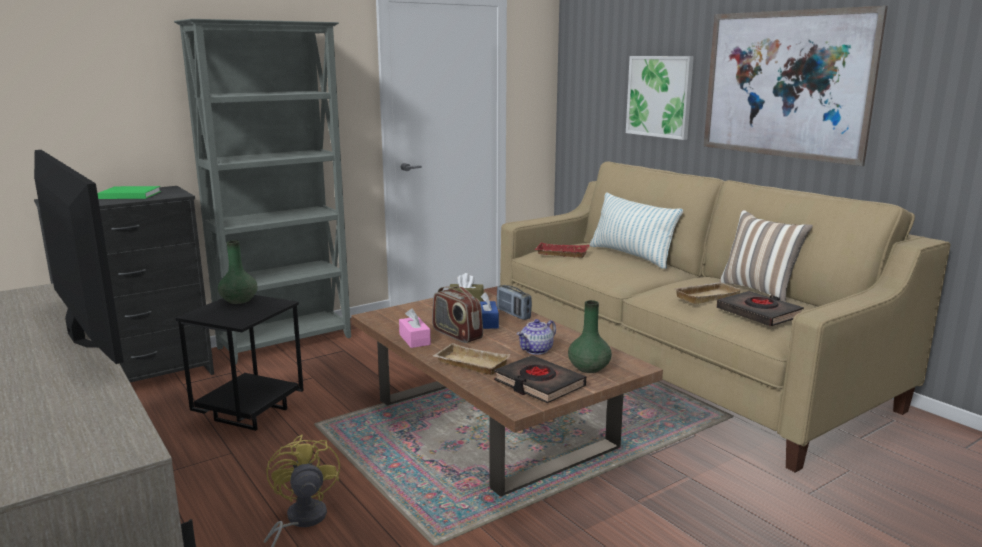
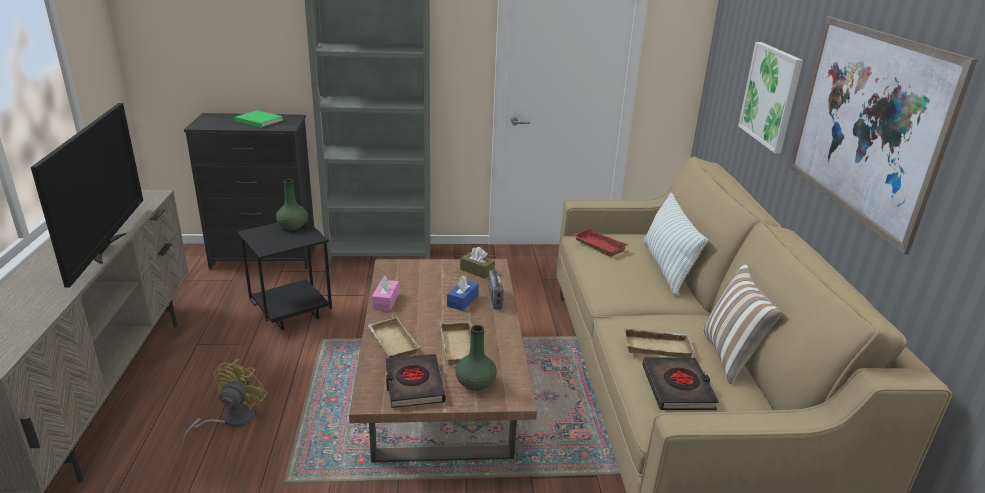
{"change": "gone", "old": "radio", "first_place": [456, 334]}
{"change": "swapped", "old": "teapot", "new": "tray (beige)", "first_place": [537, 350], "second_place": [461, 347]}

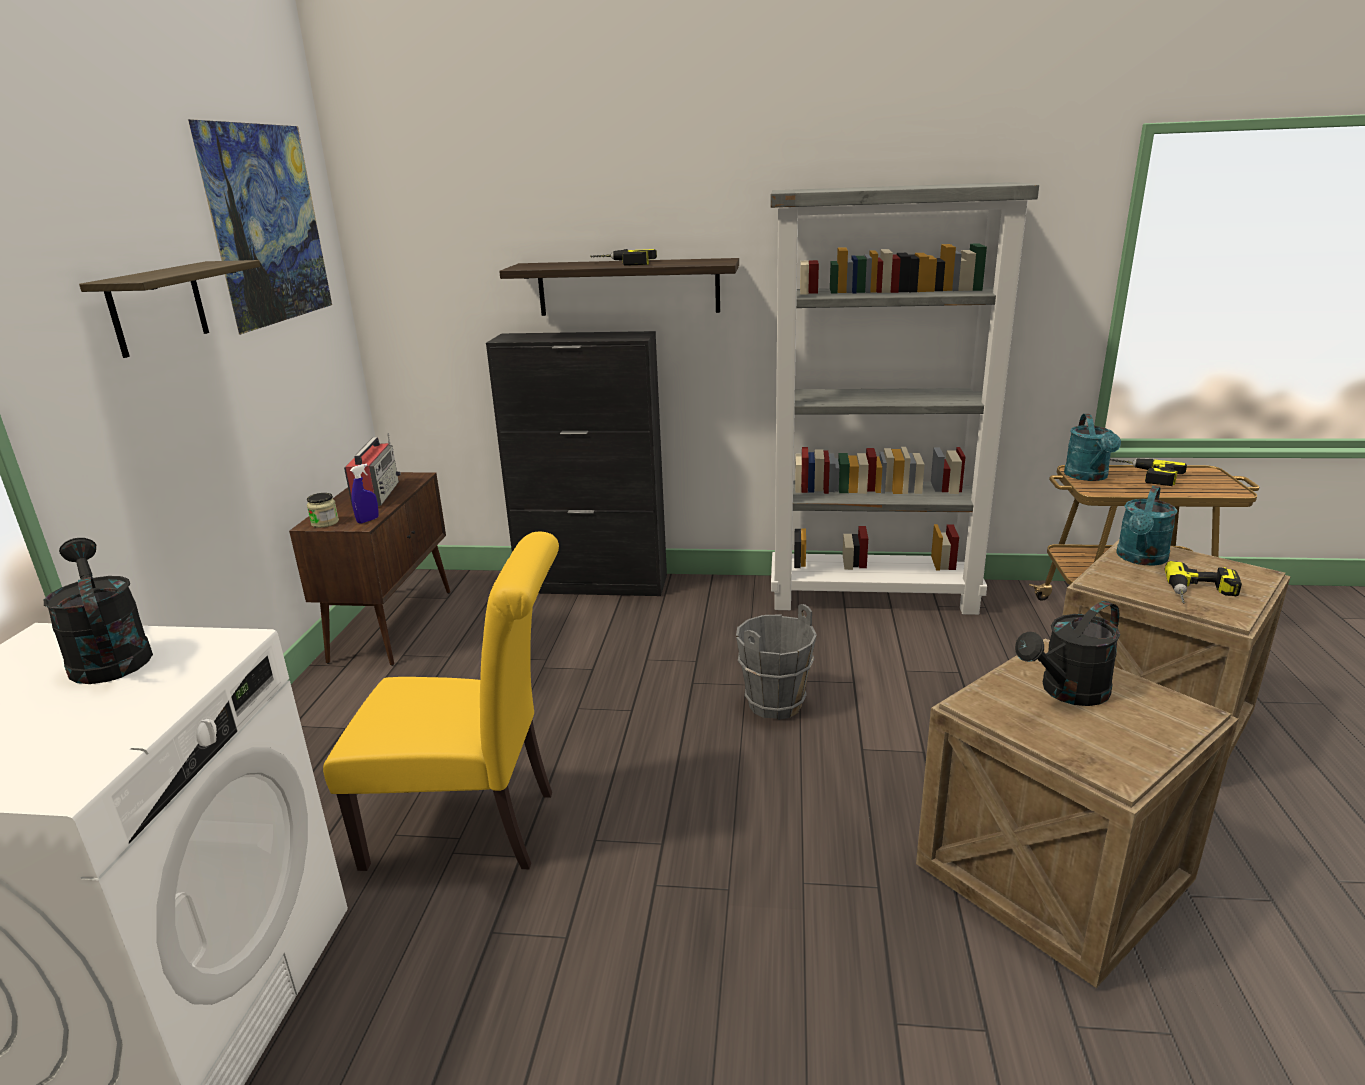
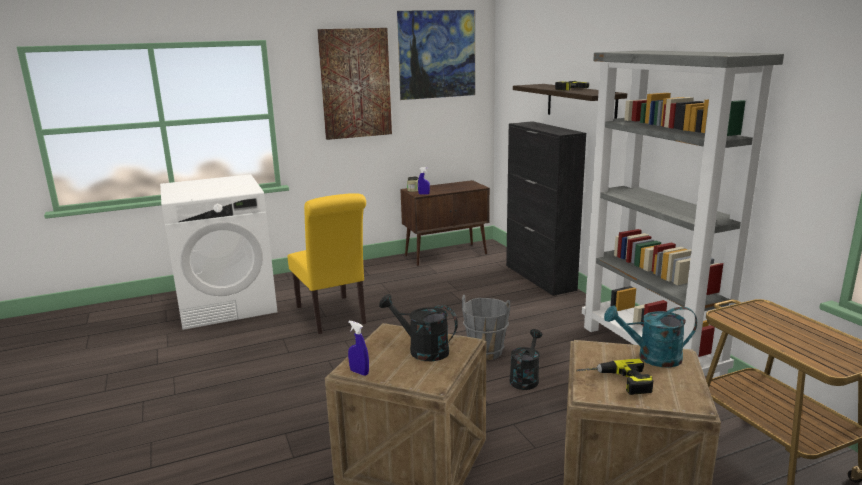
{"change": "gone", "old": "radio", "first_place": [376, 495]}
{"change": "gone", "old": "watering can (turquoise)", "first_place": [1088, 477]}
{"change": "gone", "old": "power drill", "first_place": [1144, 475]}
{"change": "new", "new": "spray bottle (blue)", "second_place": [359, 372]}
{"change": "shifted", "old": "watering can (black)", "first_place": [108, 656], "second_place": [525, 378]}
{"change": "swapped", "old": "shelf", "new": "picture", "first_place": [158, 308], "second_place": [355, 83]}

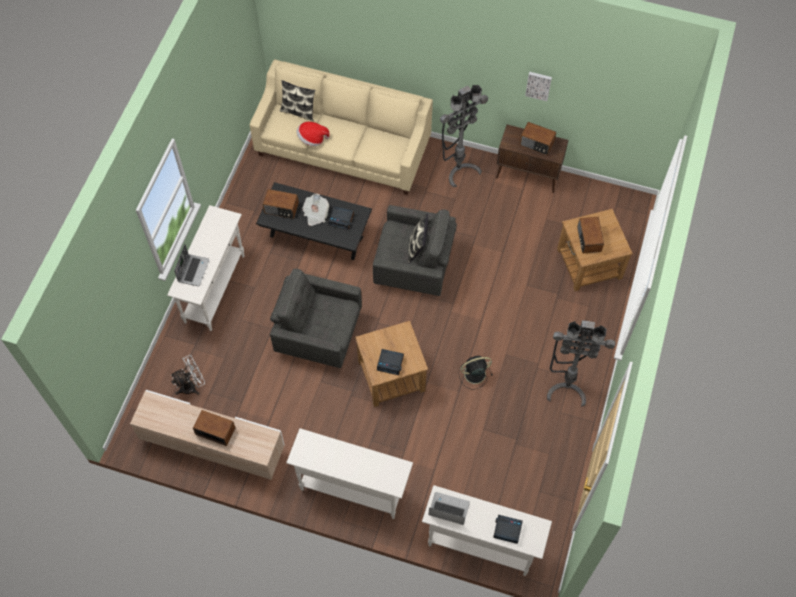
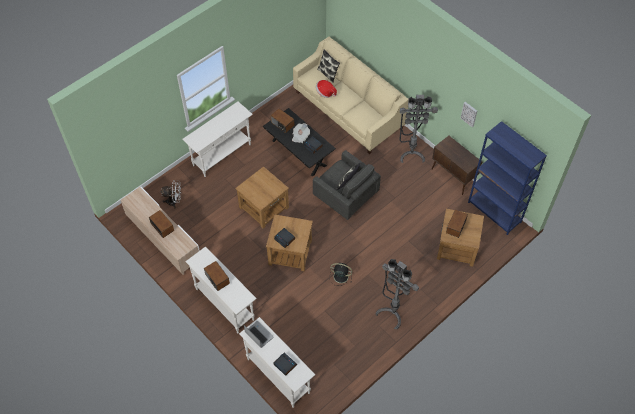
{"change": "gone", "old": "laptop", "first_place": [193, 270]}
{"change": "new", "new": "bookcase (blue)", "second_place": [494, 212]}
{"change": "shifted", "old": "radio", "first_place": [536, 144], "second_place": [217, 279]}
{"change": "swapped", "old": "armchair (grey)", "new": "side table (brown)", "first_place": [318, 333], "second_place": [264, 207]}

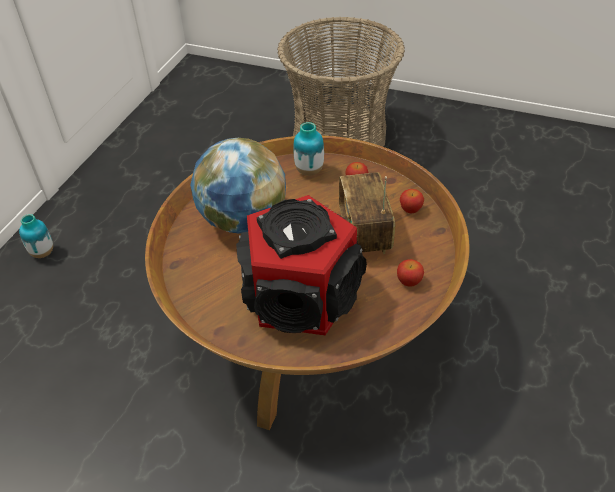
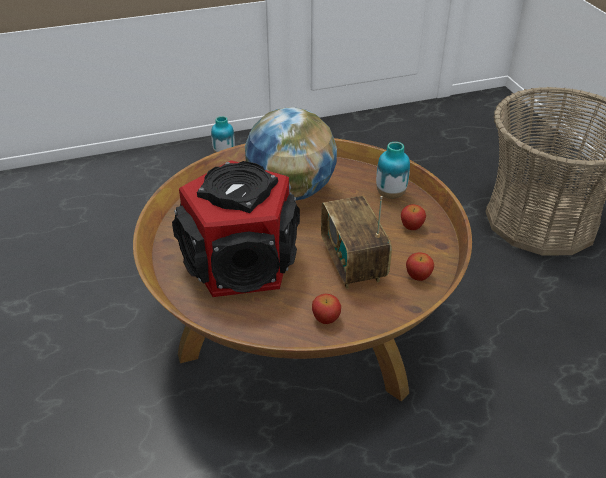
{"change": "rotated", "old": "radio", "first_place": [364, 234], "second_place": [353, 263], "degrees": -60}

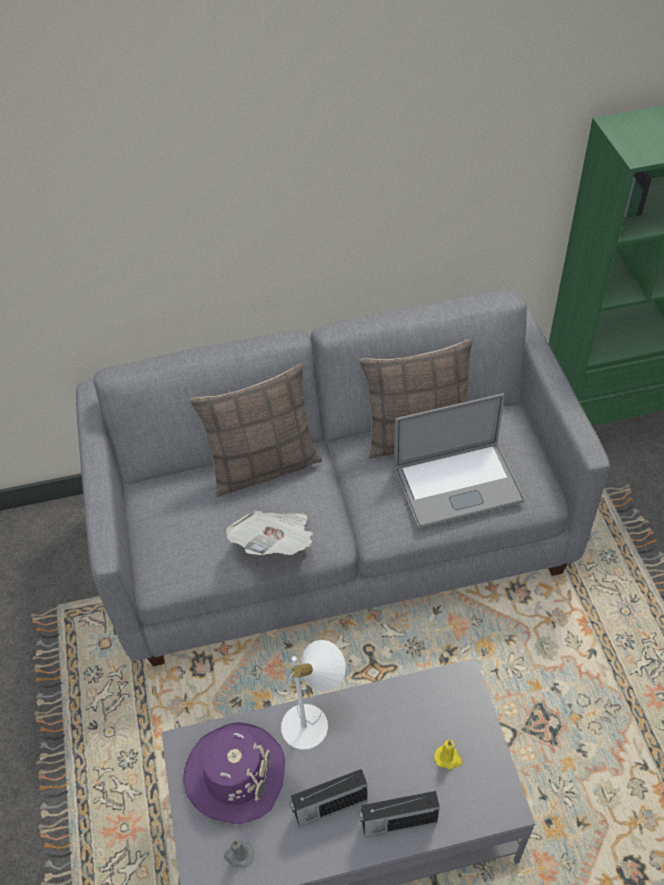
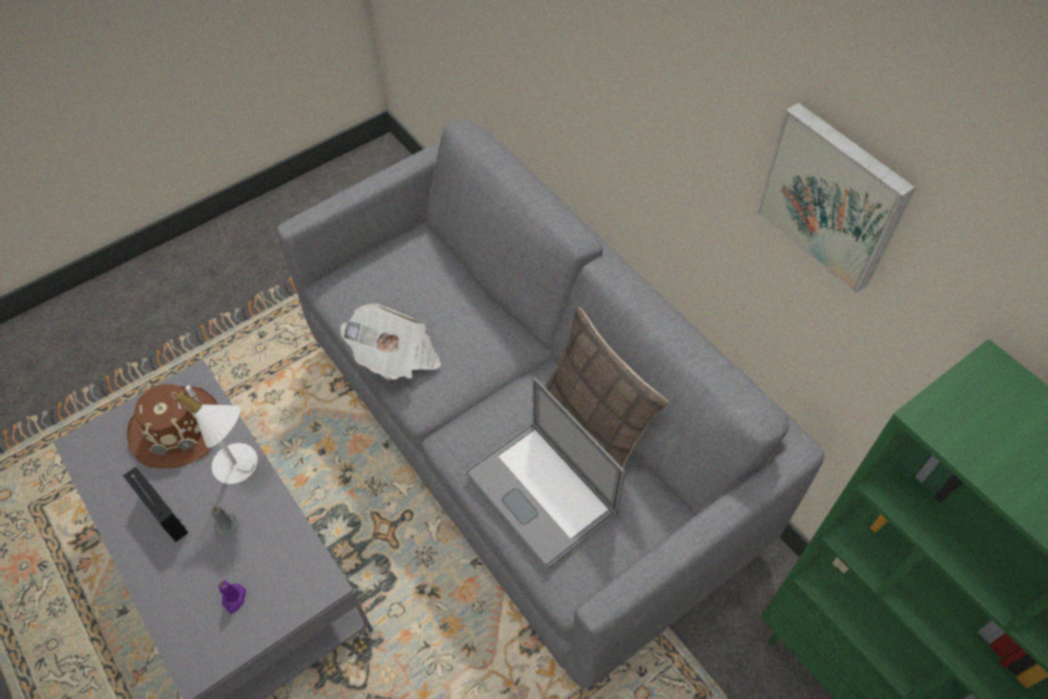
{"change": "gone", "old": "pillow", "first_place": [264, 466]}
{"change": "gone", "old": "radio", "first_place": [397, 822]}
{"change": "new", "new": "picture", "second_place": [834, 196]}
{"change": "shifted", "old": "candle (grey)", "first_place": [238, 855], "second_place": [226, 524]}
{"change": "repainted", "old": "hat (purple)", "new": "hat (brown)", "first_place": [235, 774], "second_place": [177, 428]}
{"change": "repainted", "old": "candle (yellow)", "new": "candle (purple)", "first_place": [448, 758], "second_place": [234, 599]}

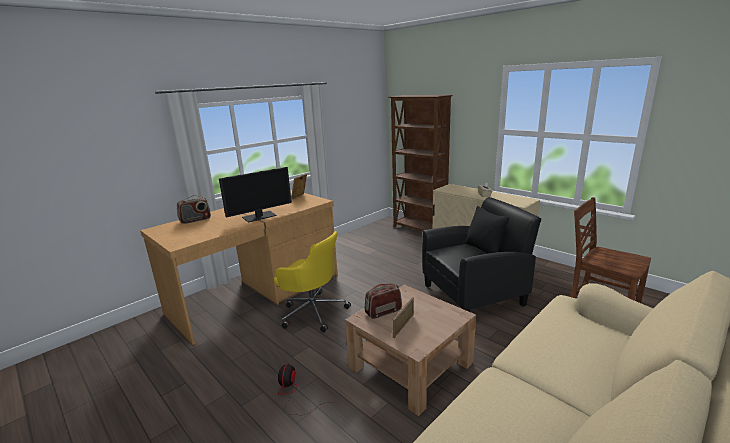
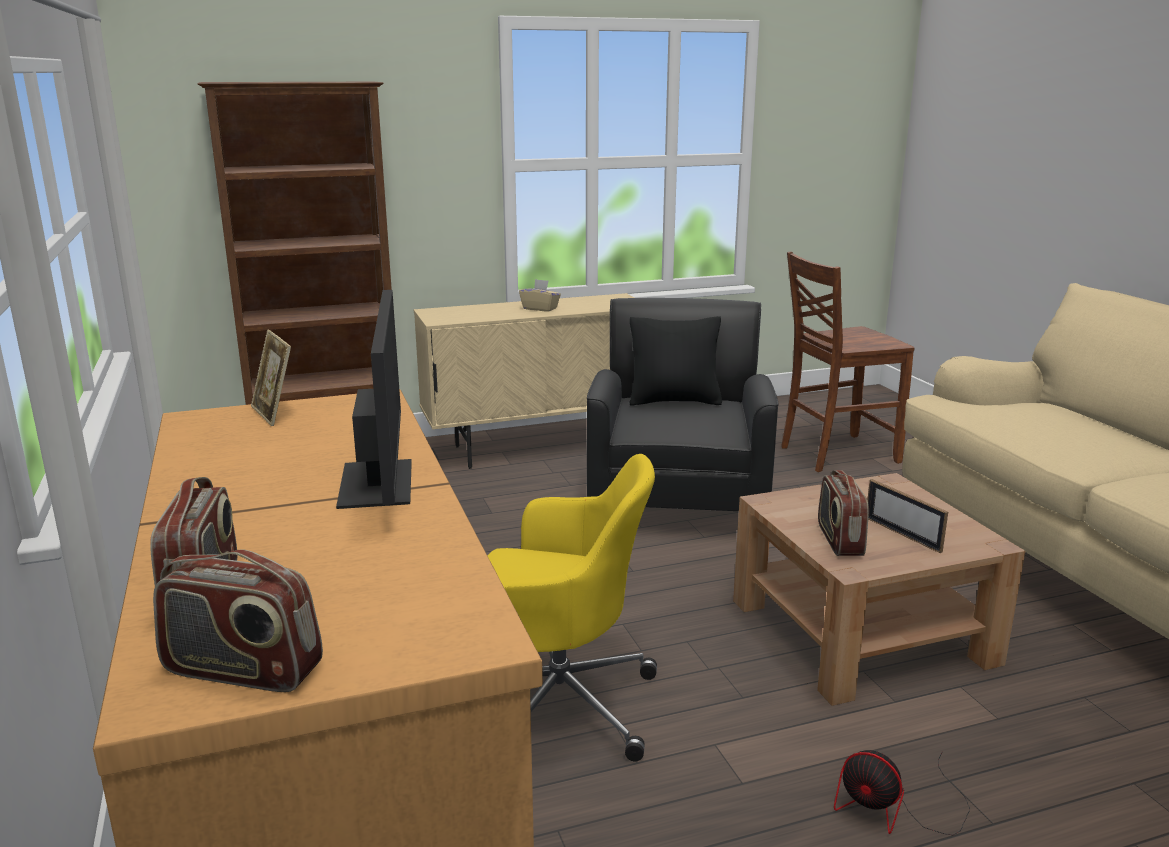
{"change": "new", "new": "radio", "second_place": [242, 671]}
{"change": "rotated", "old": "office chair (yellow)", "first_place": [313, 311], "second_place": [557, 704], "degrees": 45}

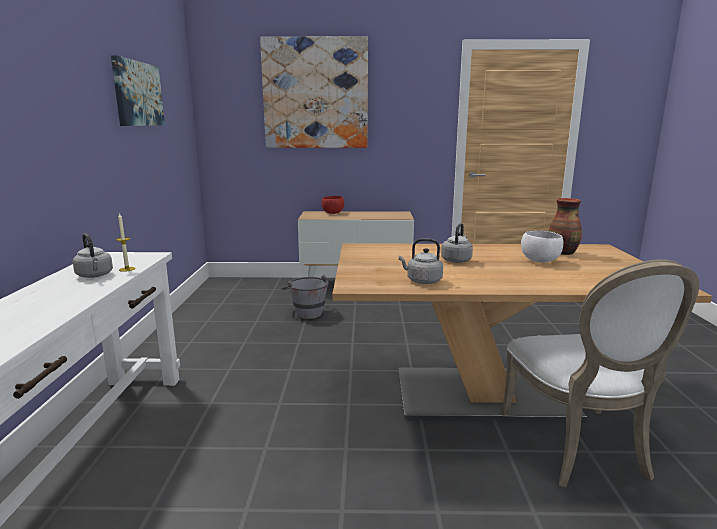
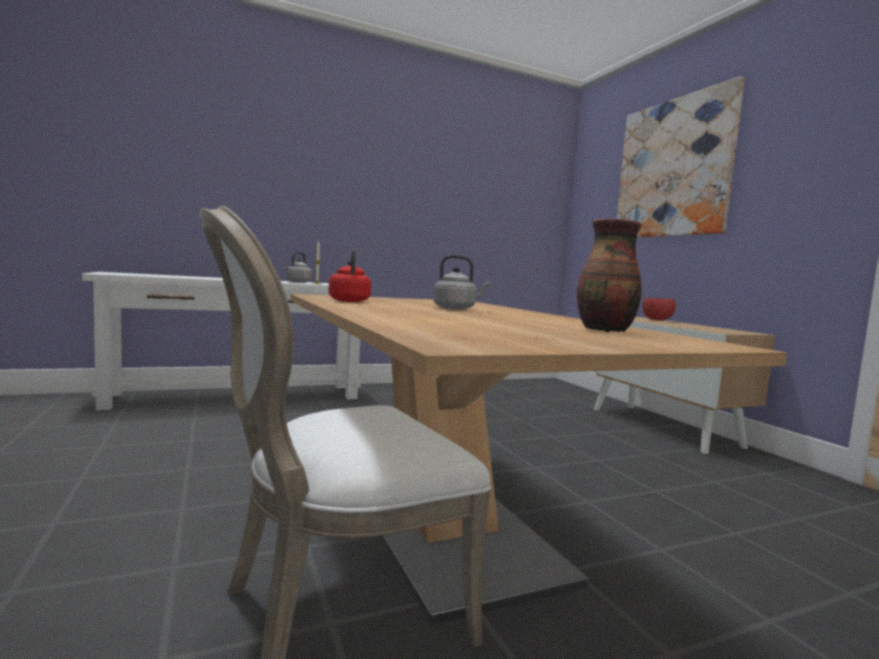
{"change": "gone", "old": "picture", "first_place": [138, 94]}
{"change": "gone", "old": "bucket (grey)", "first_place": [306, 312]}
{"change": "gone", "old": "bowl (white)", "first_place": [539, 261]}
{"change": "repainted", "old": "kettle (grey)", "new": "kettle (red)", "first_place": [422, 281], "second_place": [349, 301]}

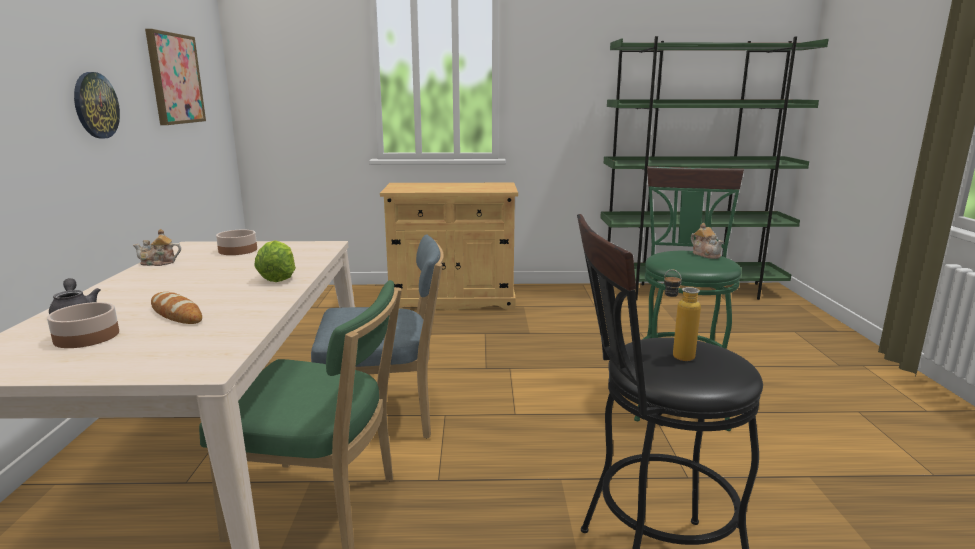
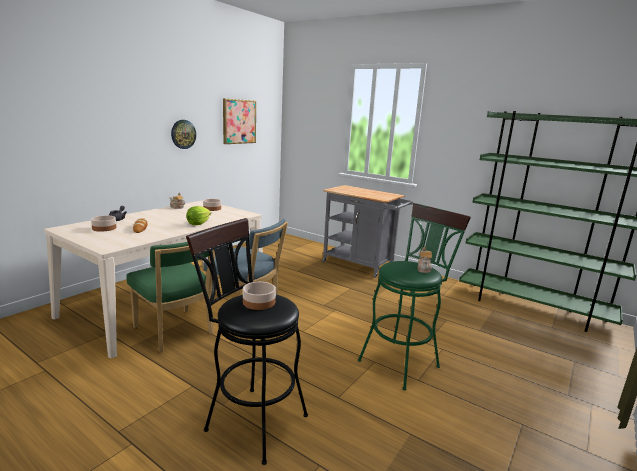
{"change": "swapped", "old": "cabinet (beige)", "new": "cart (grey)", "first_place": [452, 300], "second_place": [361, 266]}
{"change": "swapped", "old": "bottle", "new": "bowl", "first_place": [675, 354], "second_place": [258, 302]}

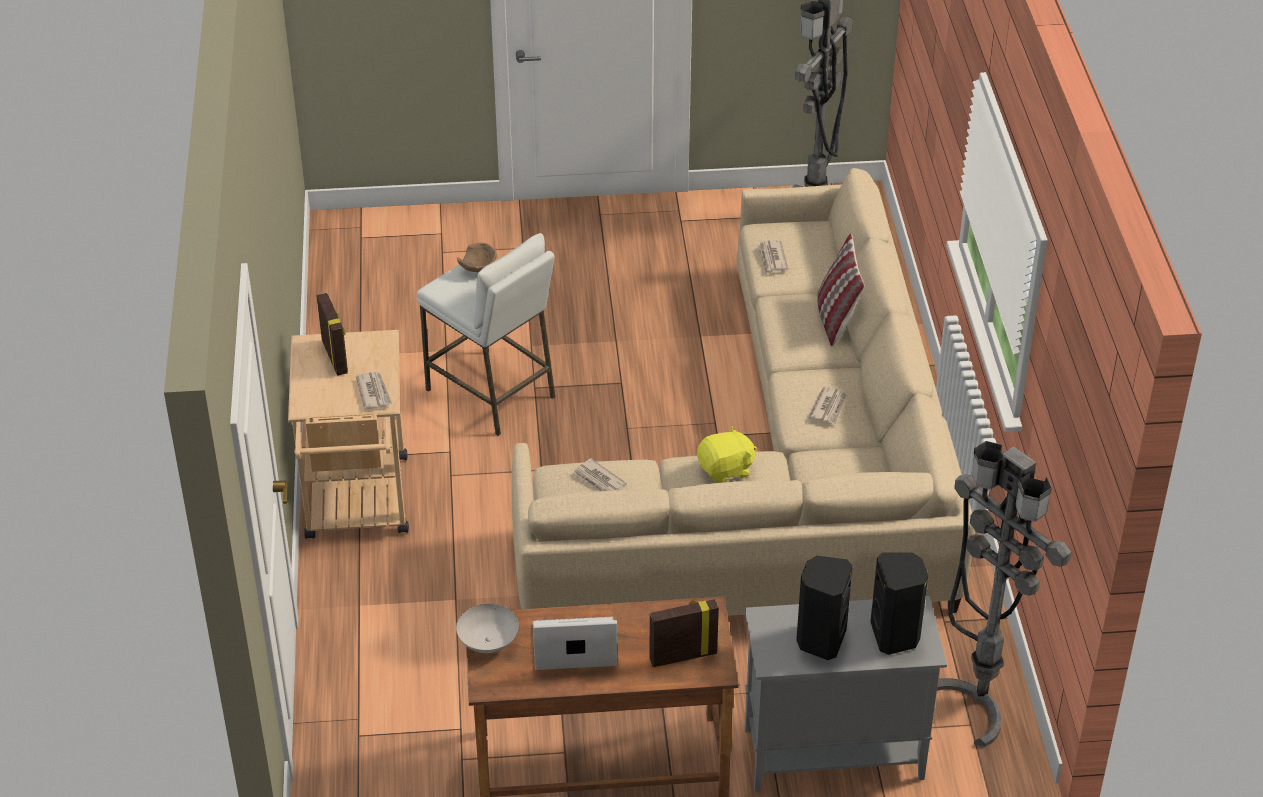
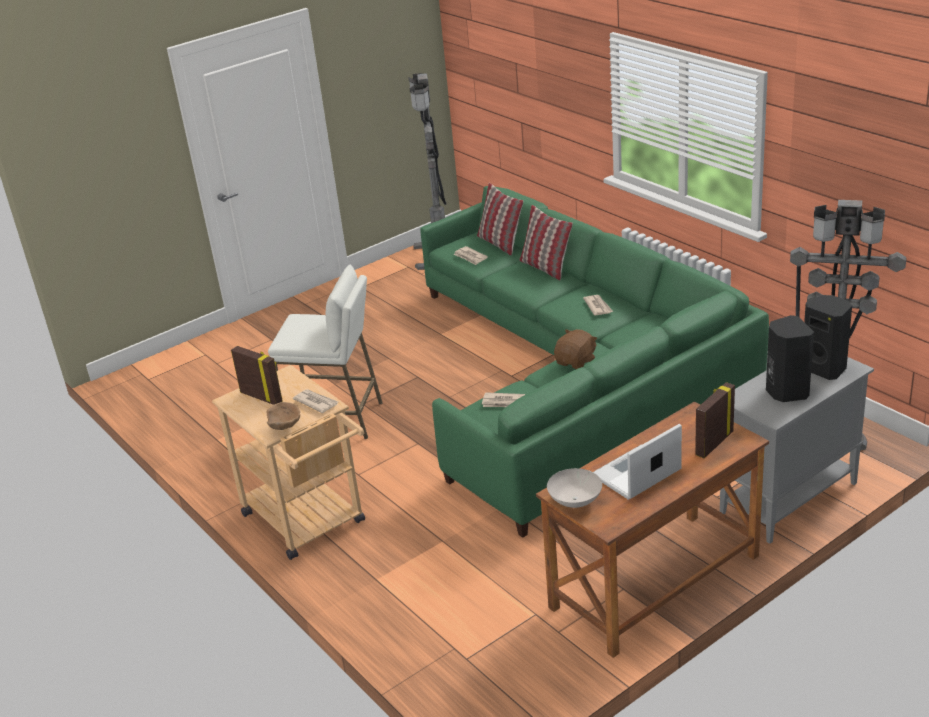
{"change": "new", "new": "pillow", "second_place": [500, 243]}
{"change": "shifted", "old": "bowl (brown)", "first_place": [478, 269], "second_place": [285, 427]}
{"change": "repainted", "old": "sofa (beige)", "new": "sofa (green)", "first_place": [781, 475], "second_place": [575, 377]}
{"change": "repainted", "old": "plush toy (yellow)", "new": "plush toy (brown)", "first_place": [726, 470], "second_place": [576, 362]}

